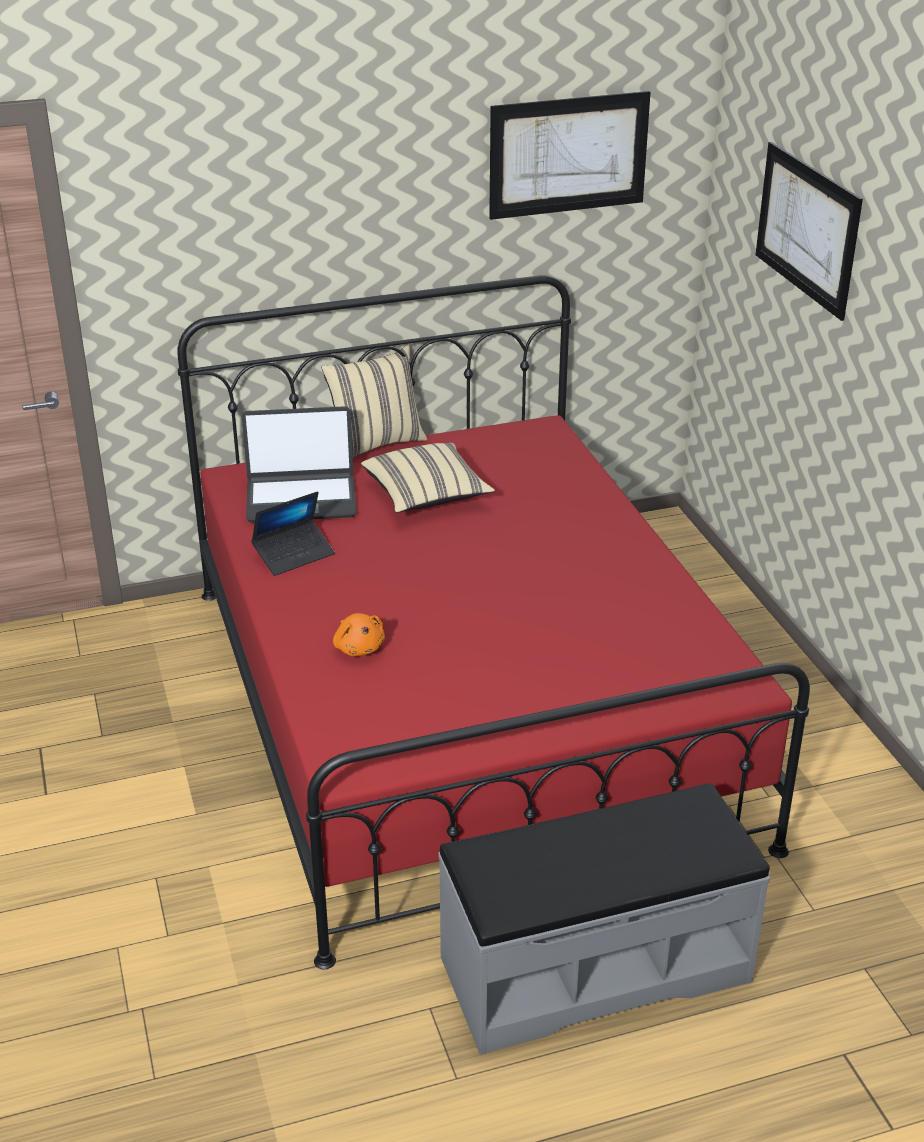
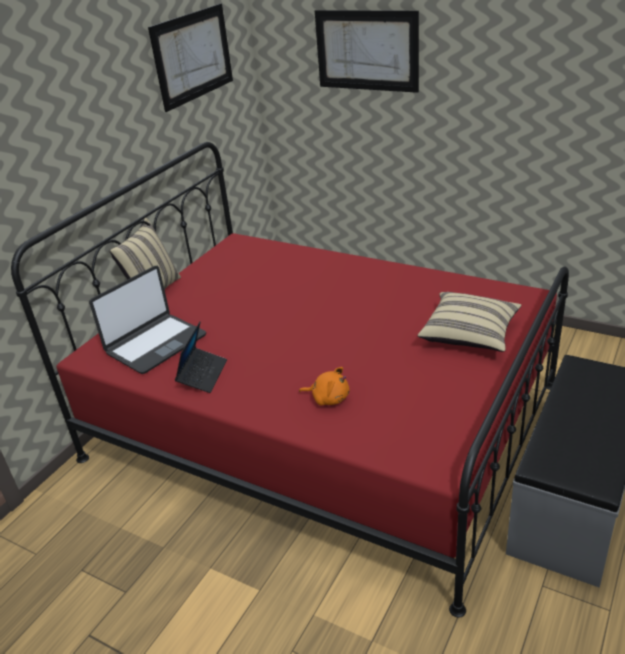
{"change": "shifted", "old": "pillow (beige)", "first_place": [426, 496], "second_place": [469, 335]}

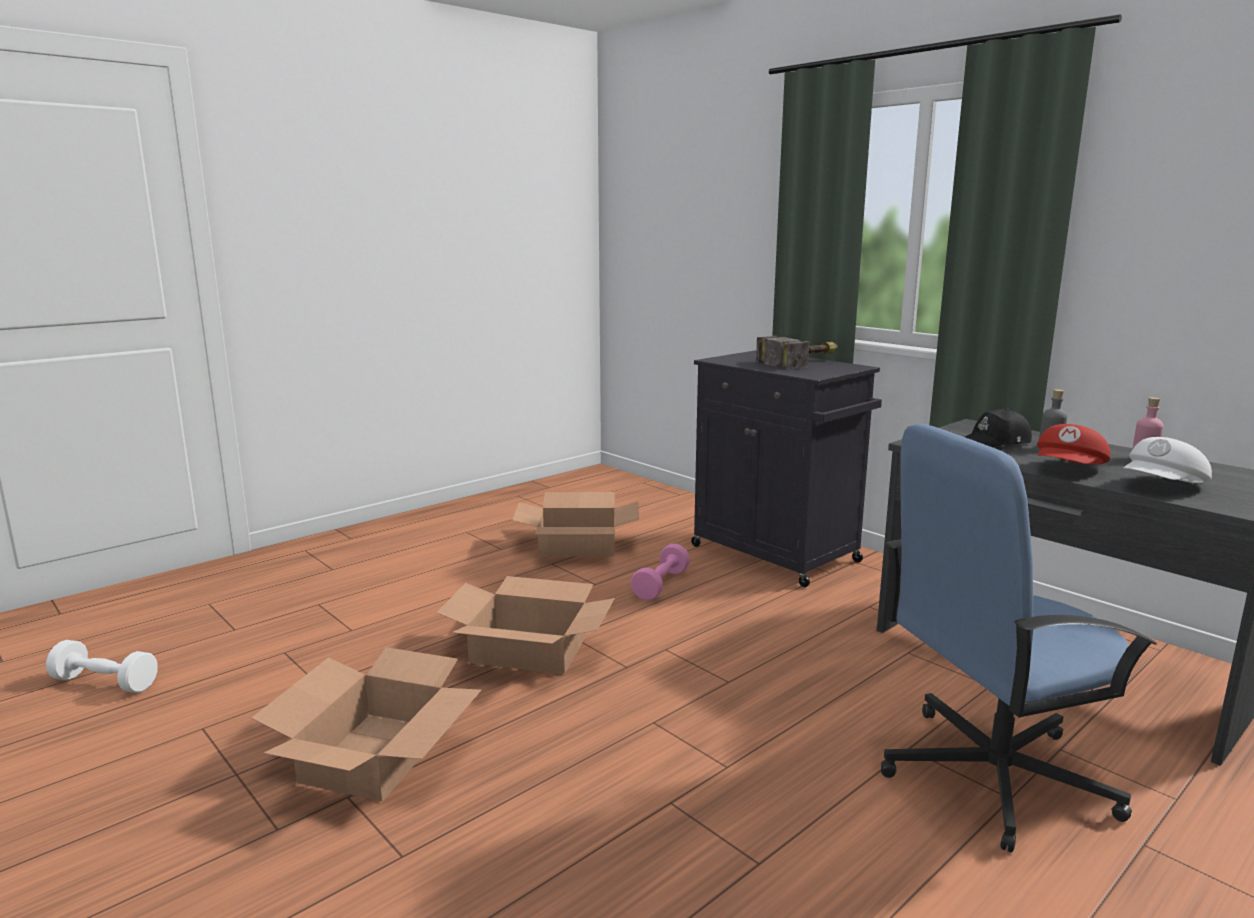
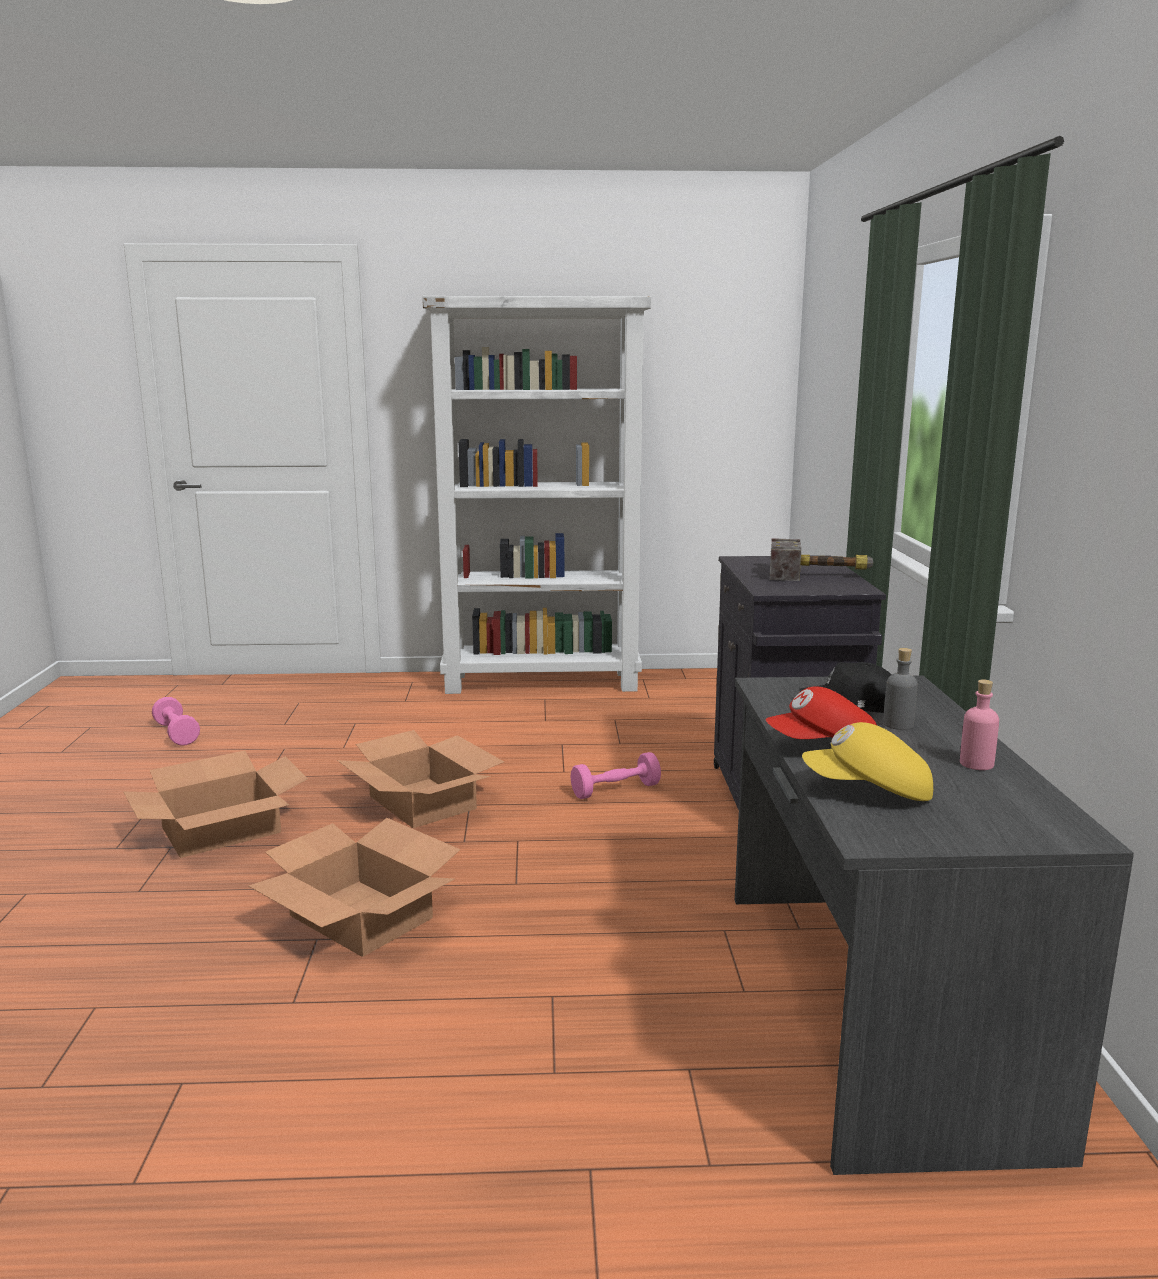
{"change": "gone", "old": "office chair (blue)", "first_place": [991, 775]}
{"change": "new", "new": "bookcase (white)", "second_place": [543, 682]}
{"change": "shifted", "old": "cardboard box", "first_place": [577, 545], "second_place": [361, 917]}
{"change": "repainted", "old": "dumbbell (white)", "new": "dumbbell (pink)", "first_place": [105, 683], "second_place": [176, 734]}
{"change": "repainted", "old": "cap (white)", "new": "cap (yellow)", "first_place": [1163, 487], "second_place": [869, 792]}

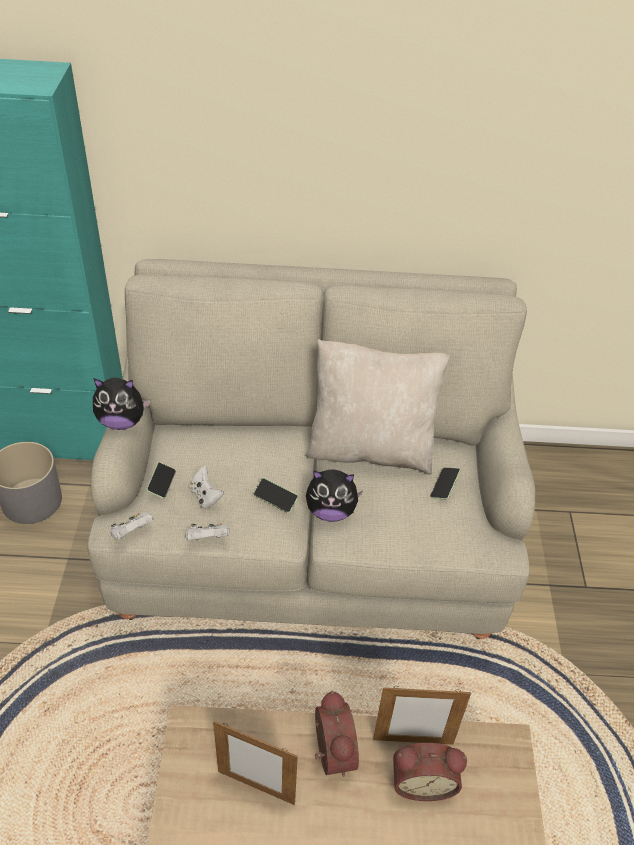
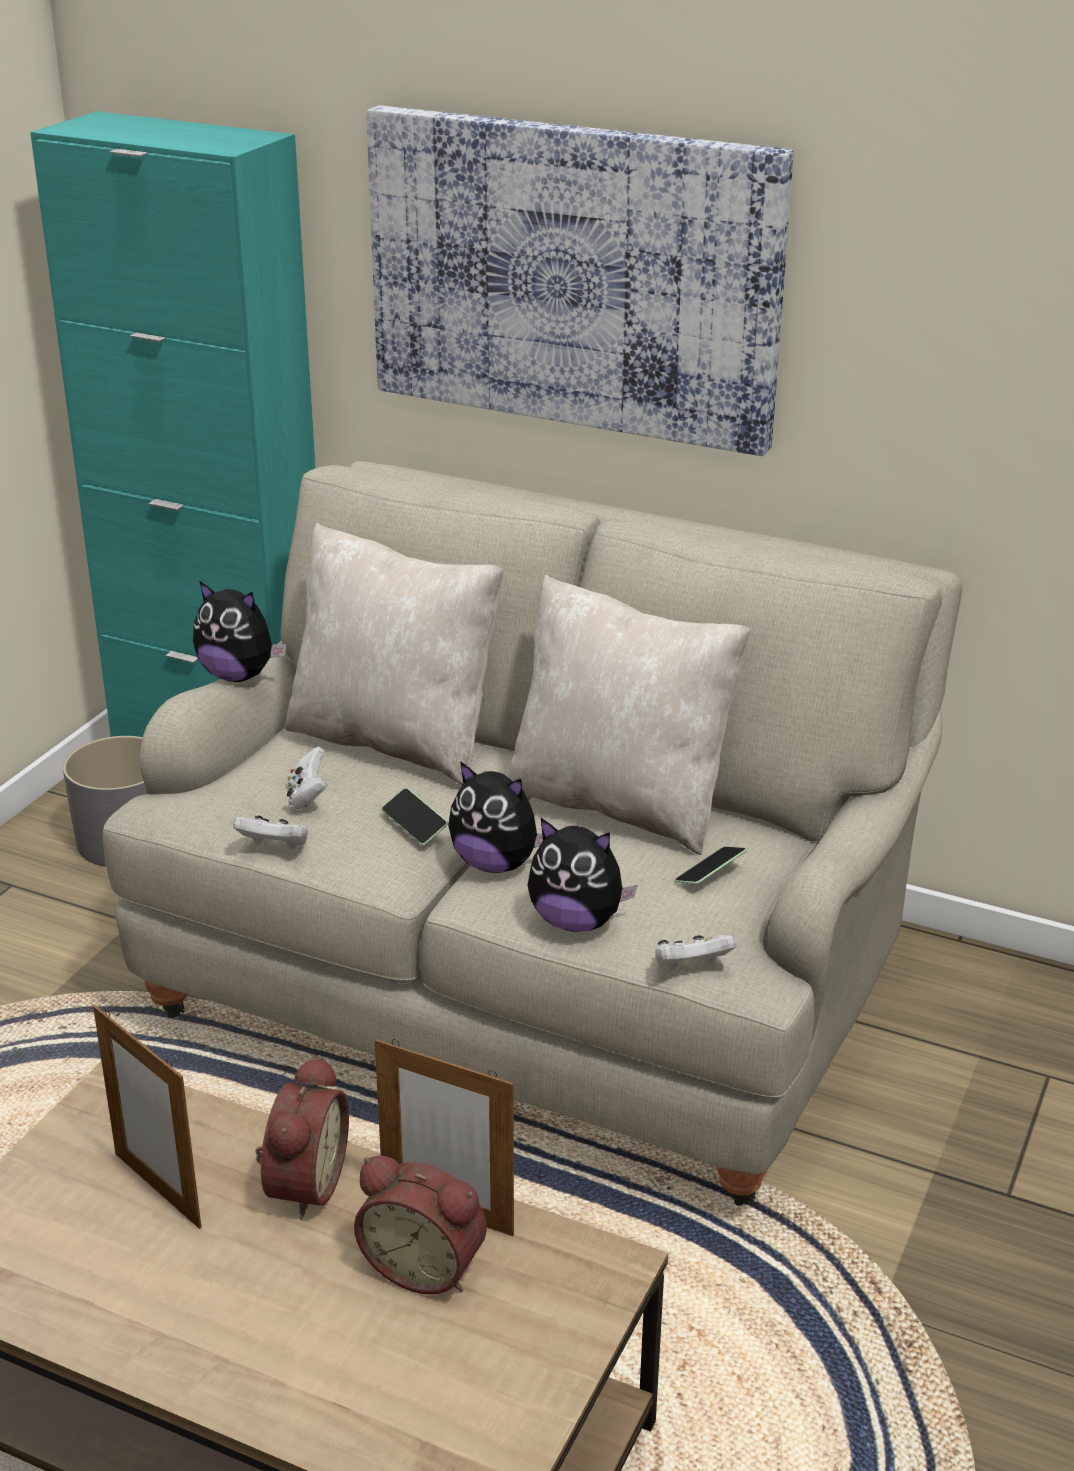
{"change": "gone", "old": "phone", "first_place": [162, 484]}
{"change": "new", "new": "pillow (beige)", "second_place": [395, 740]}
{"change": "new", "new": "picture", "second_place": [575, 275]}
{"change": "new", "new": "plush toy", "second_place": [576, 921]}
{"change": "shifted", "old": "game controller (white)", "first_place": [131, 533], "second_place": [691, 968]}

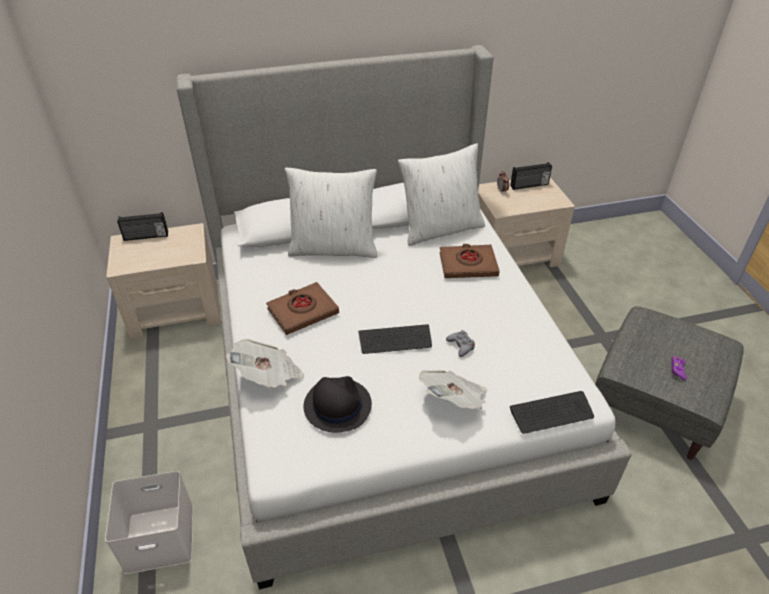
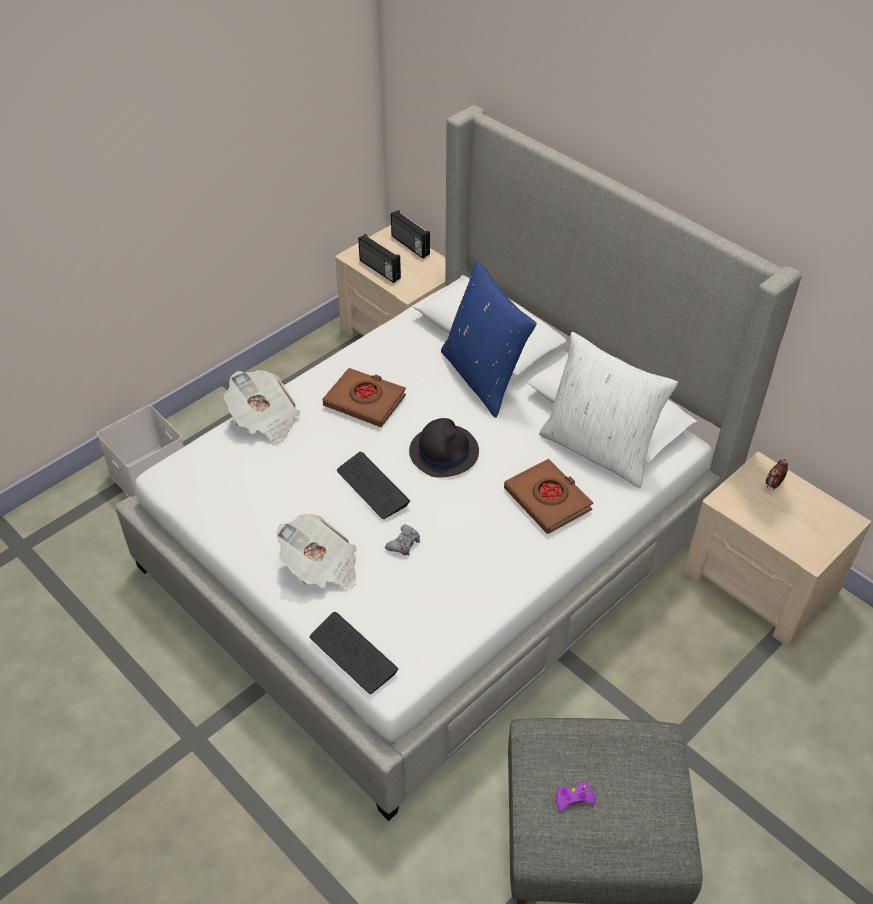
{"change": "shifted", "old": "hat (black)", "first_place": [337, 405], "second_place": [444, 451]}
{"change": "shifted", "old": "radio", "first_place": [529, 185], "second_place": [379, 270]}
{"change": "repainted", "old": "pillow (white)", "new": "pillow (blue)", "first_place": [333, 248], "second_place": [483, 377]}

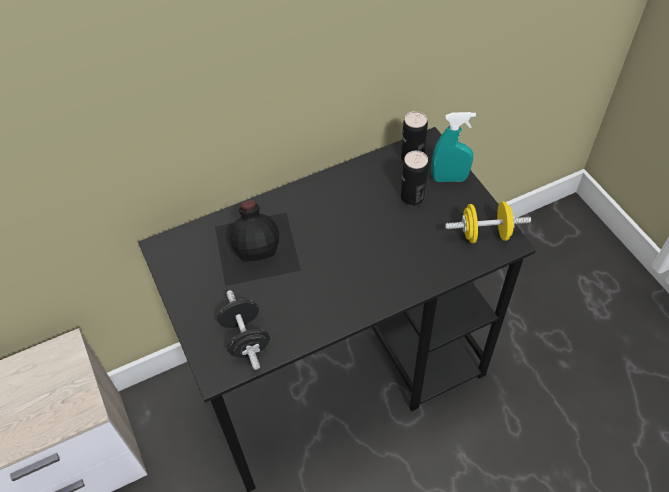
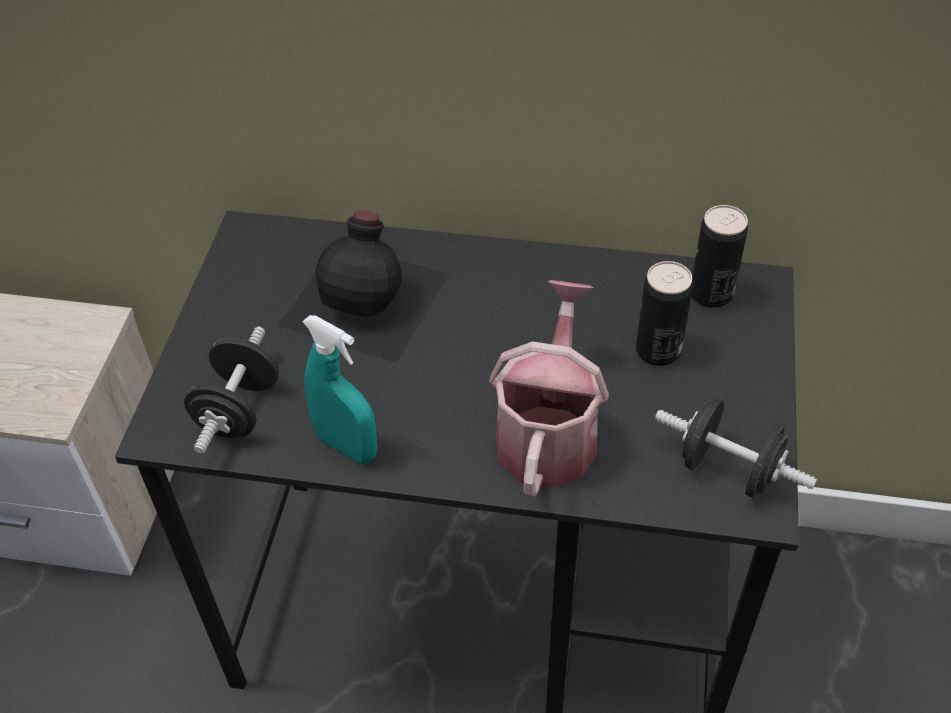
{"change": "new", "new": "watering can", "second_place": [548, 431]}
{"change": "shifted", "old": "spray bottle (turquoise)", "first_place": [449, 178], "second_place": [347, 446]}
{"change": "repainted", "old": "dumbbell (yellow)", "new": "dumbbell (black)", "first_place": [485, 234], "second_place": [728, 469]}

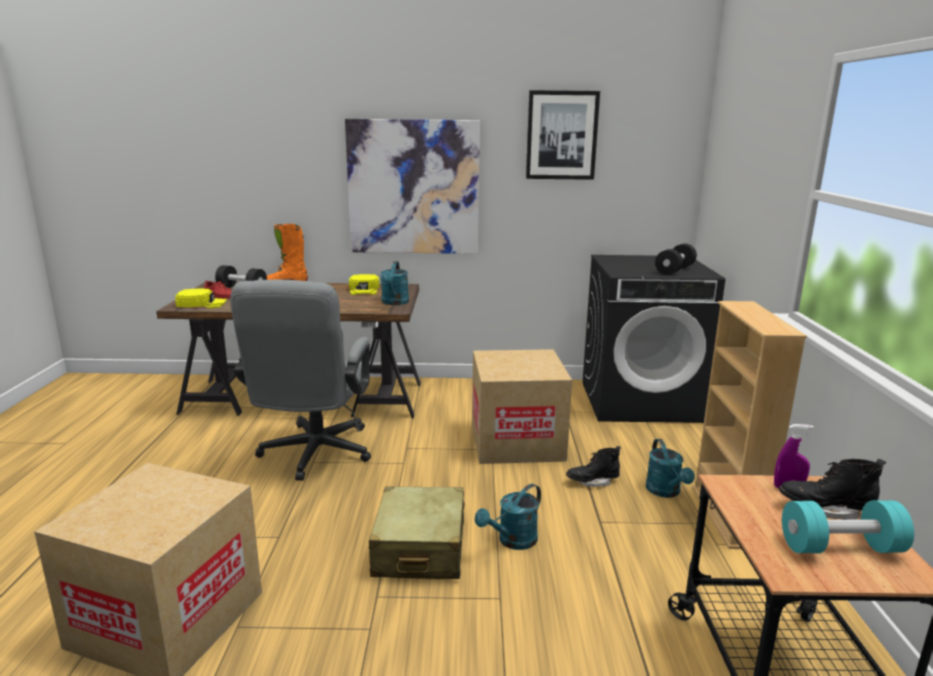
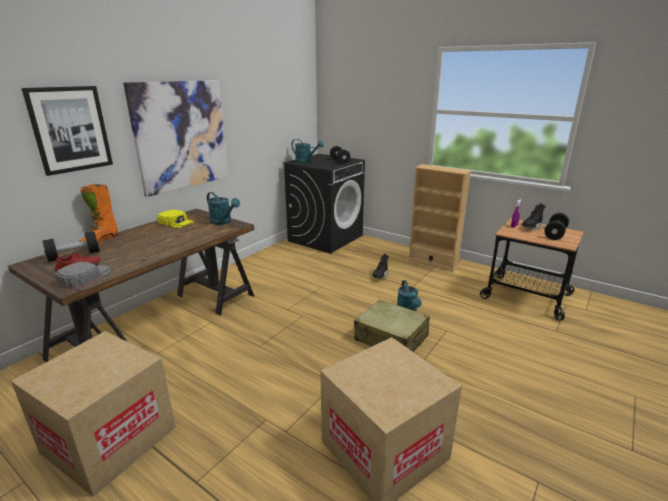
{"change": "gone", "old": "office chair (grey)", "first_place": [313, 456]}
{"change": "shifted", "old": "cardboard box", "first_place": [516, 442], "second_place": [109, 439]}
{"change": "shifted", "old": "picture", "first_place": [561, 135], "second_place": [70, 129]}
{"change": "shifted", "old": "watering can (turquoise)", "first_place": [666, 492], "second_place": [306, 161]}
{"change": "repainted", "old": "cap (yellow)", "new": "cap (grey)", "first_place": [201, 304], "second_place": [85, 277]}
{"change": "repainted", "old": "dumbbell (turquoise)", "new": "dumbbell (black)", "first_place": [840, 547], "second_place": [555, 234]}

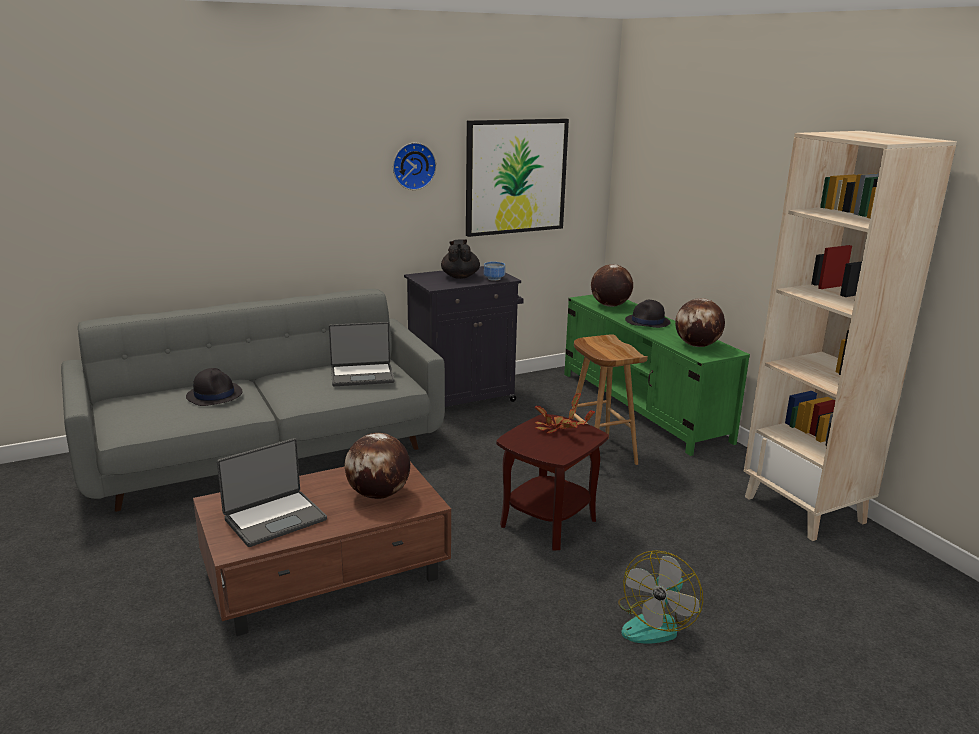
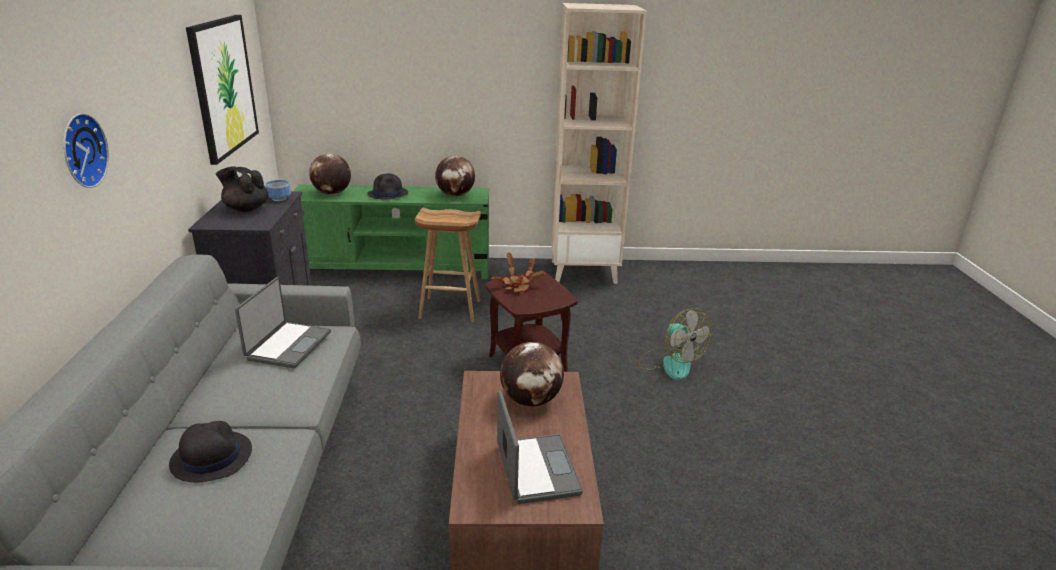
{"change": "shifted", "old": "wall clock", "first_place": [413, 166], "second_place": [80, 150]}

